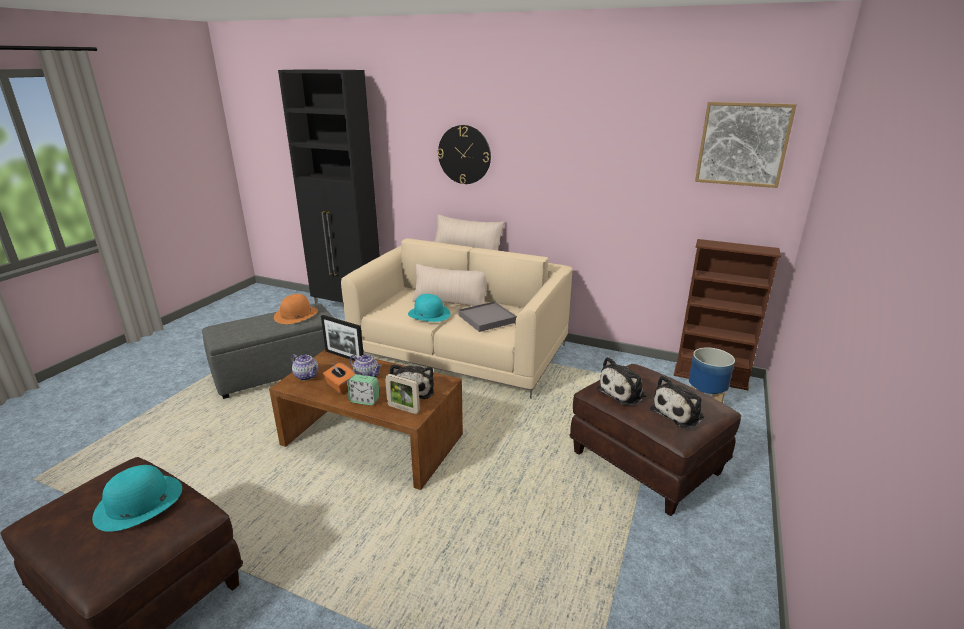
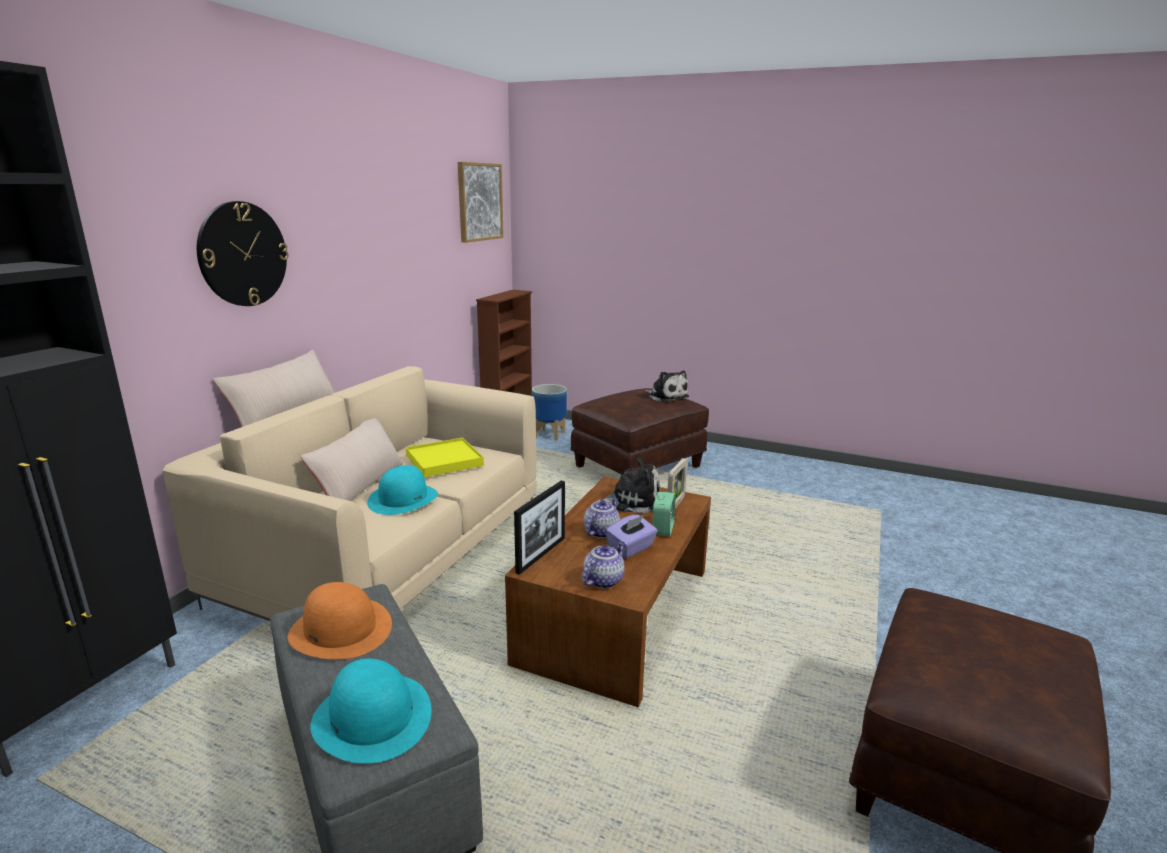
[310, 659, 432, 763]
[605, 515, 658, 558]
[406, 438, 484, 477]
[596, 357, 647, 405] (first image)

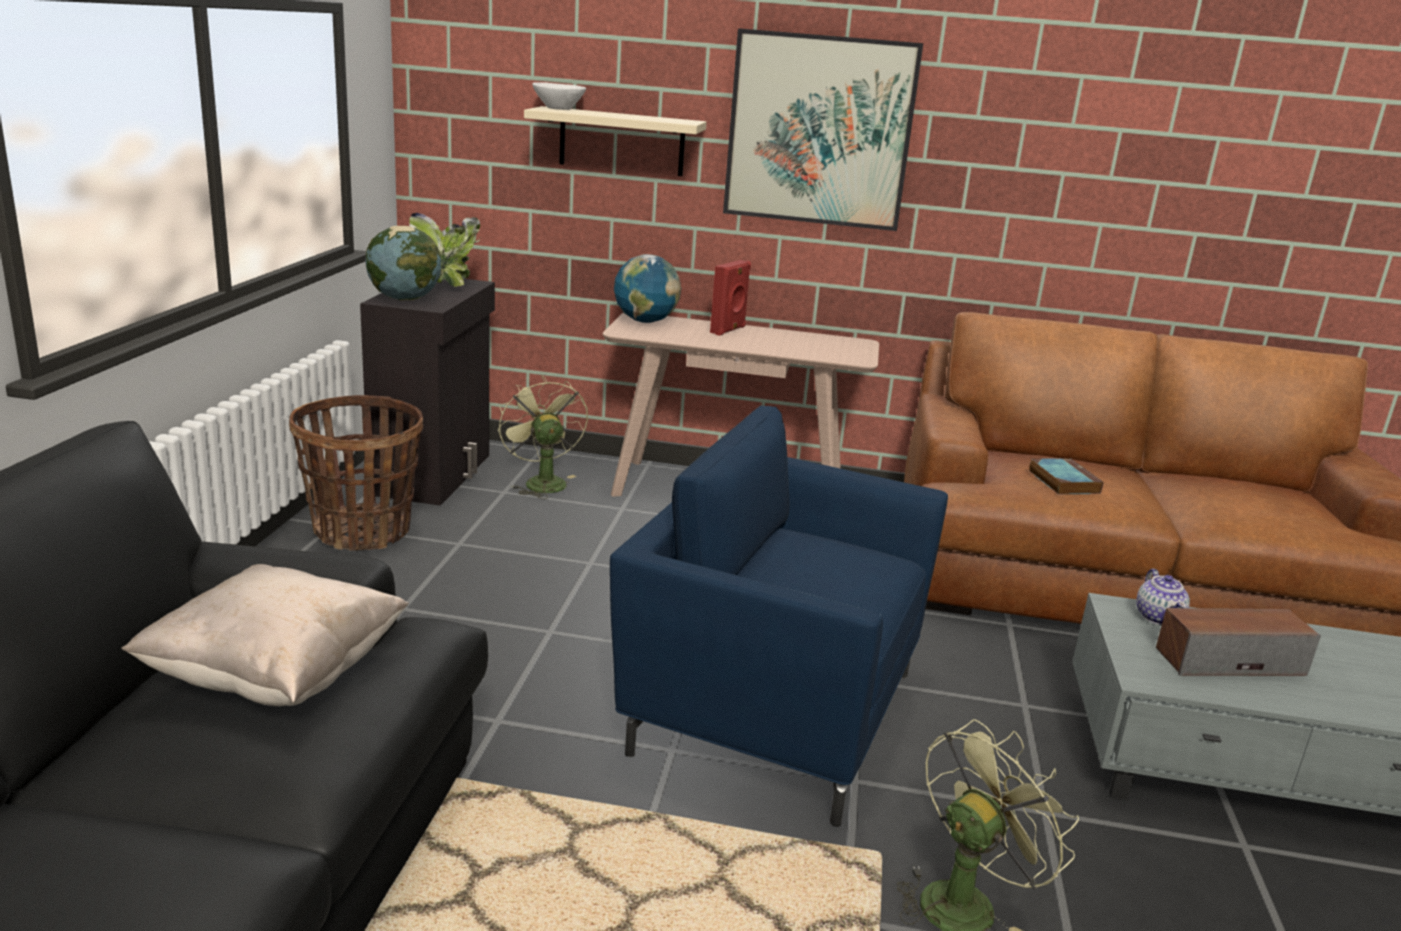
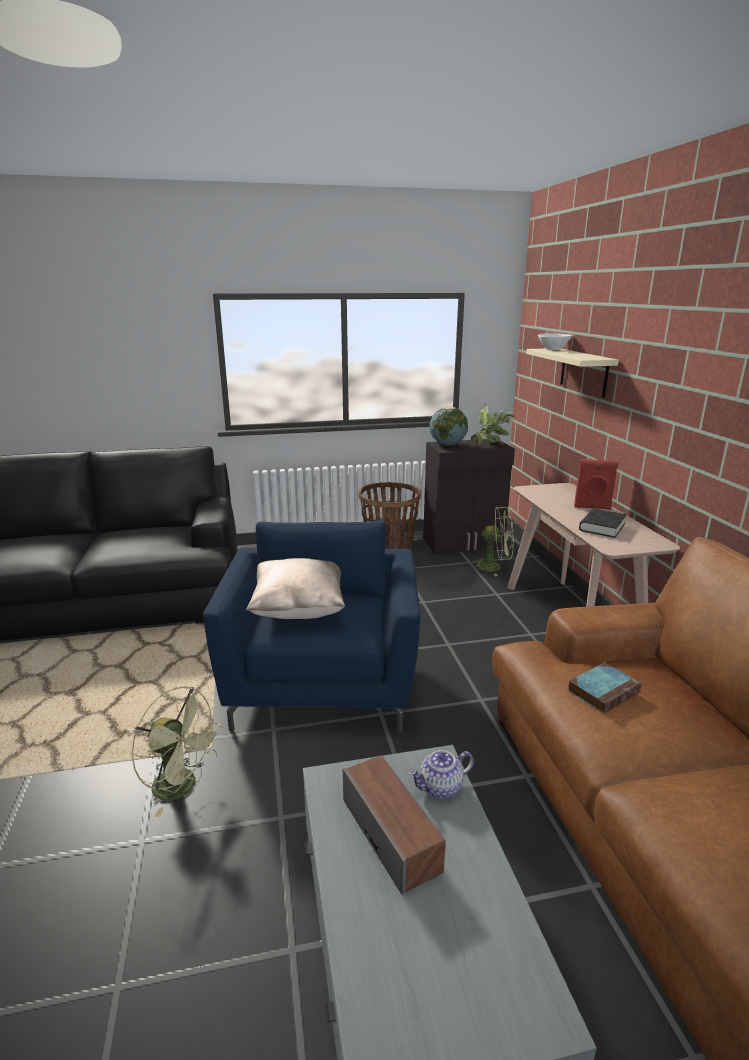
[246, 558, 345, 619]
[470, 506, 514, 576]
[614, 254, 681, 323] (first image)
[723, 28, 923, 231] (first image)
[579, 508, 627, 538]

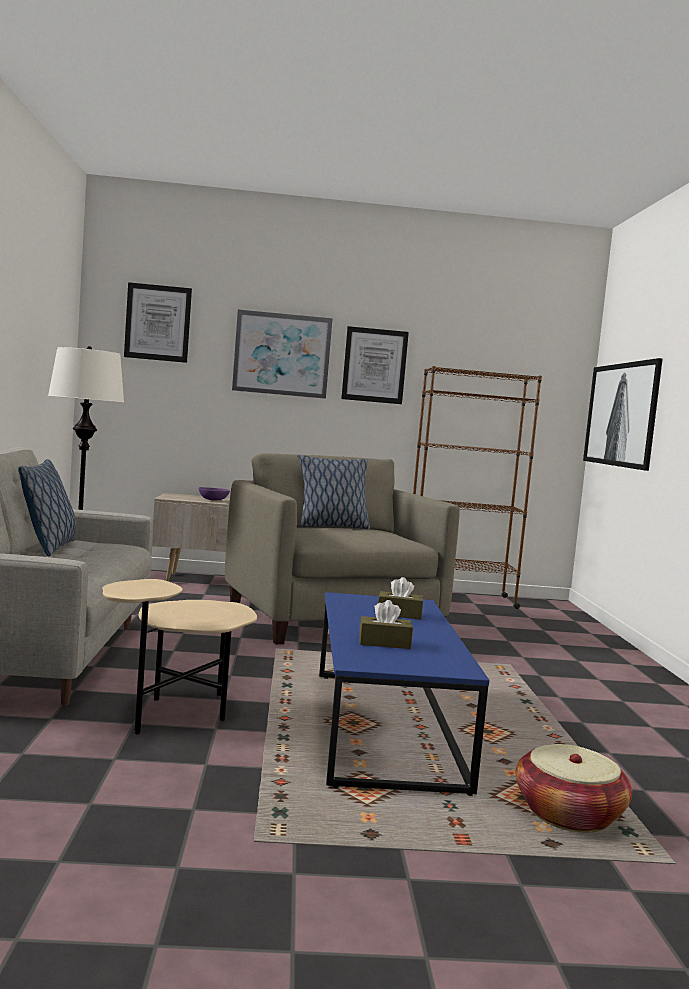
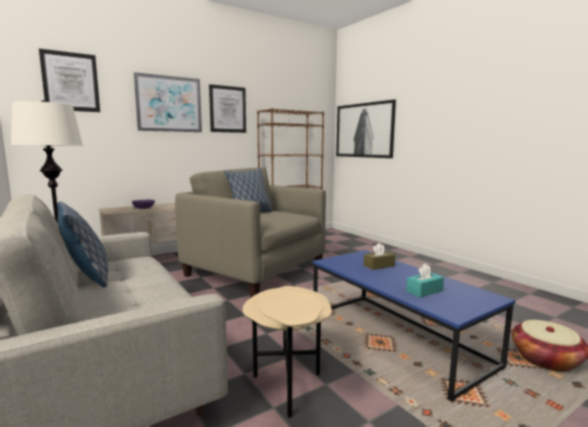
[406, 263, 444, 298]

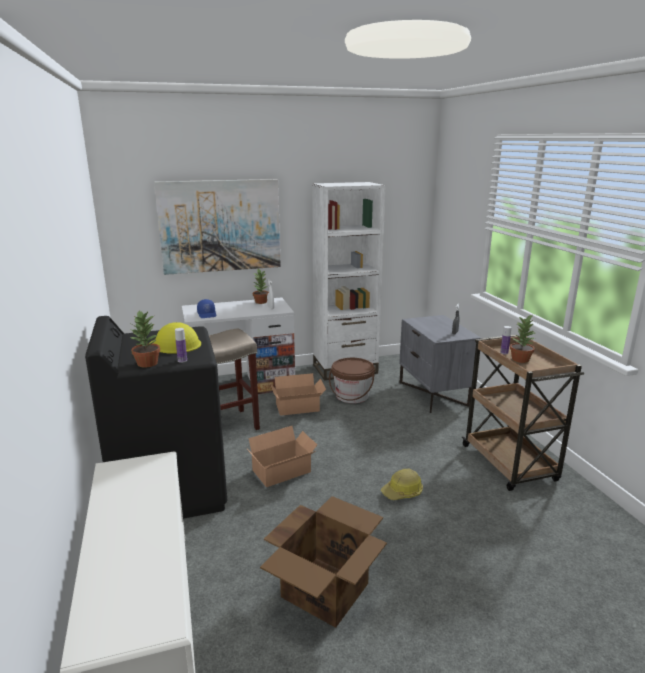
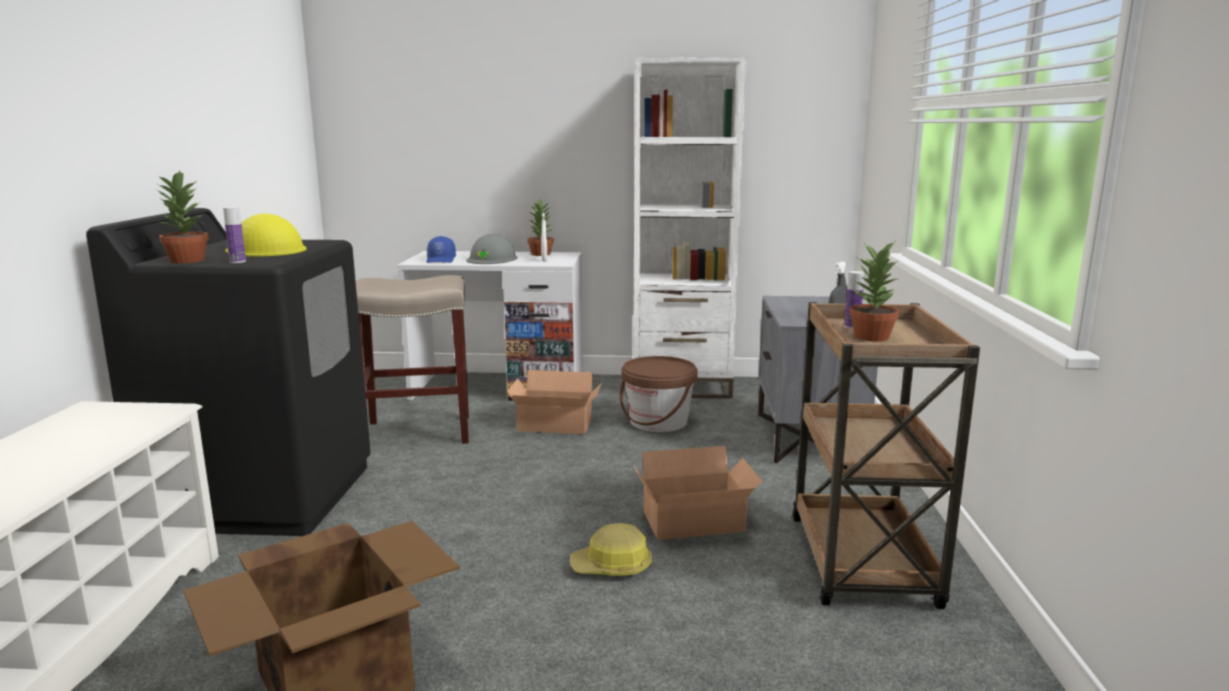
[154, 179, 281, 275] (first image)
[633, 446, 762, 540]
[466, 234, 518, 264]

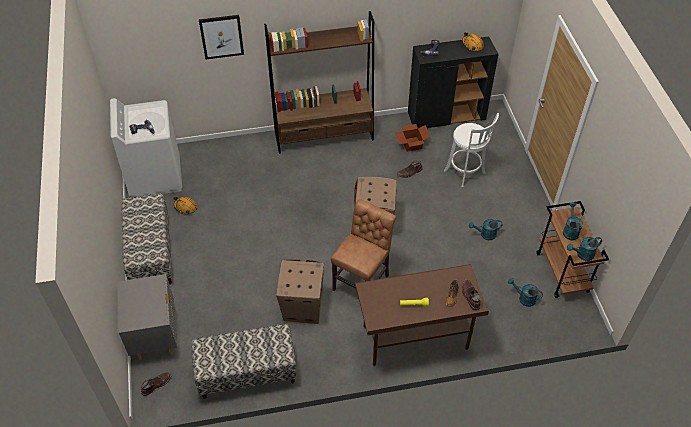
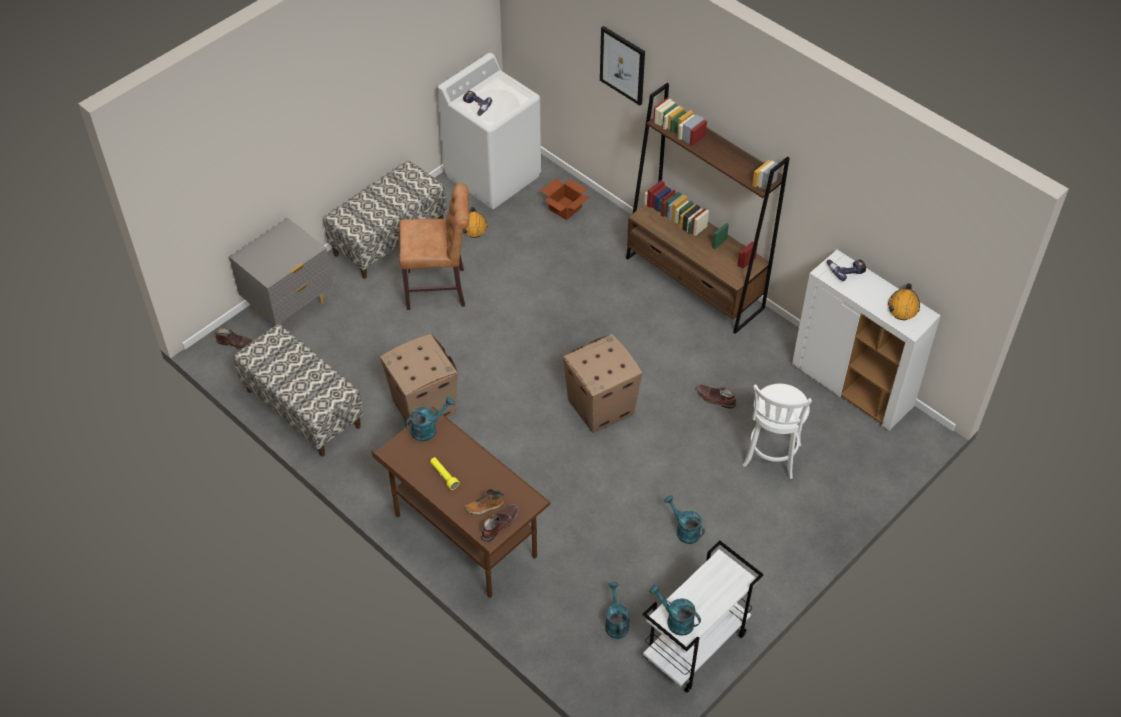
[399, 183, 469, 310]
[541, 179, 590, 220]
[792, 250, 941, 431]
[643, 540, 764, 693]
[405, 397, 455, 442]

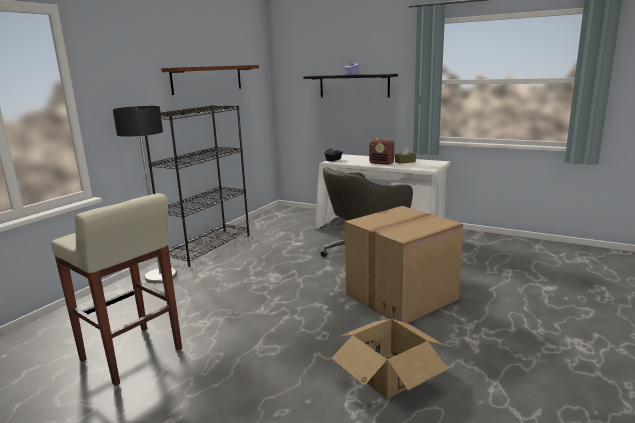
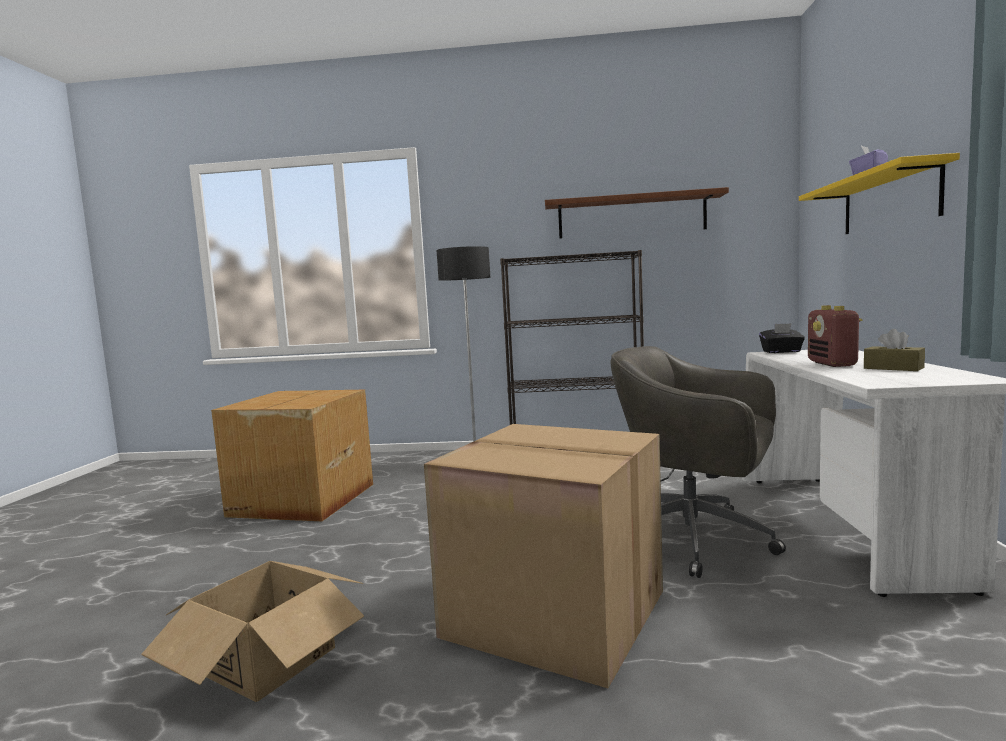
[211, 390, 373, 521]
[799, 153, 960, 234]

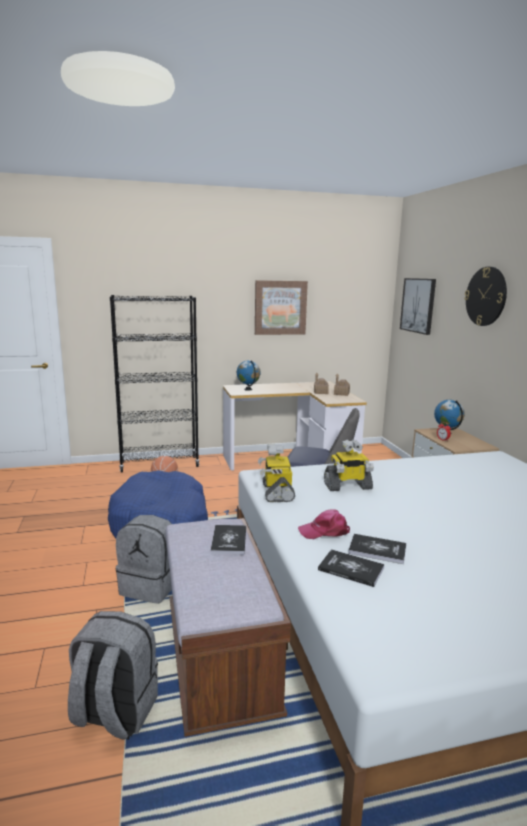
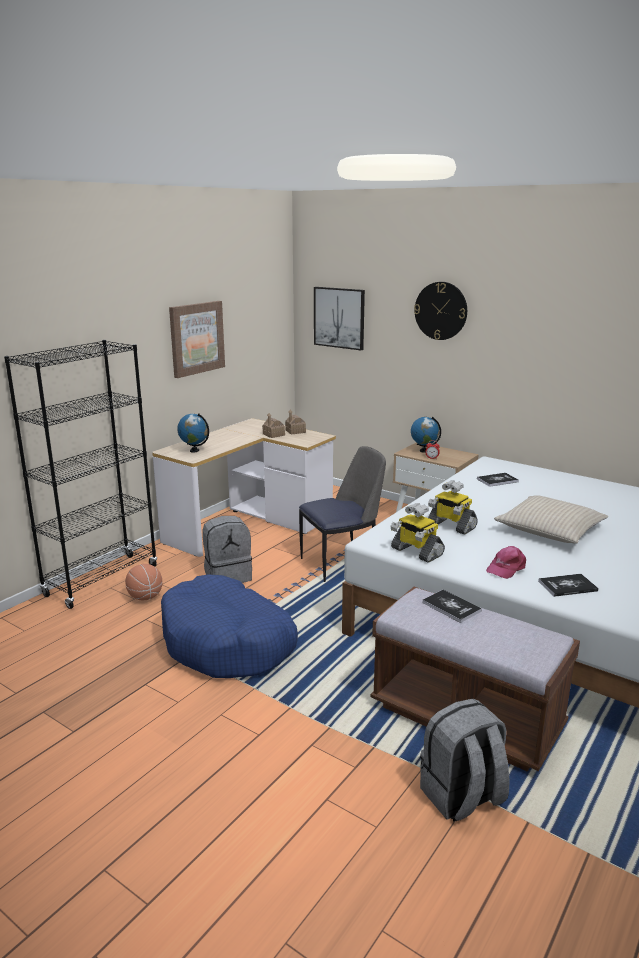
[202, 516, 252, 583]
[428, 480, 478, 535]
[477, 473, 519, 487]
[494, 495, 608, 544]

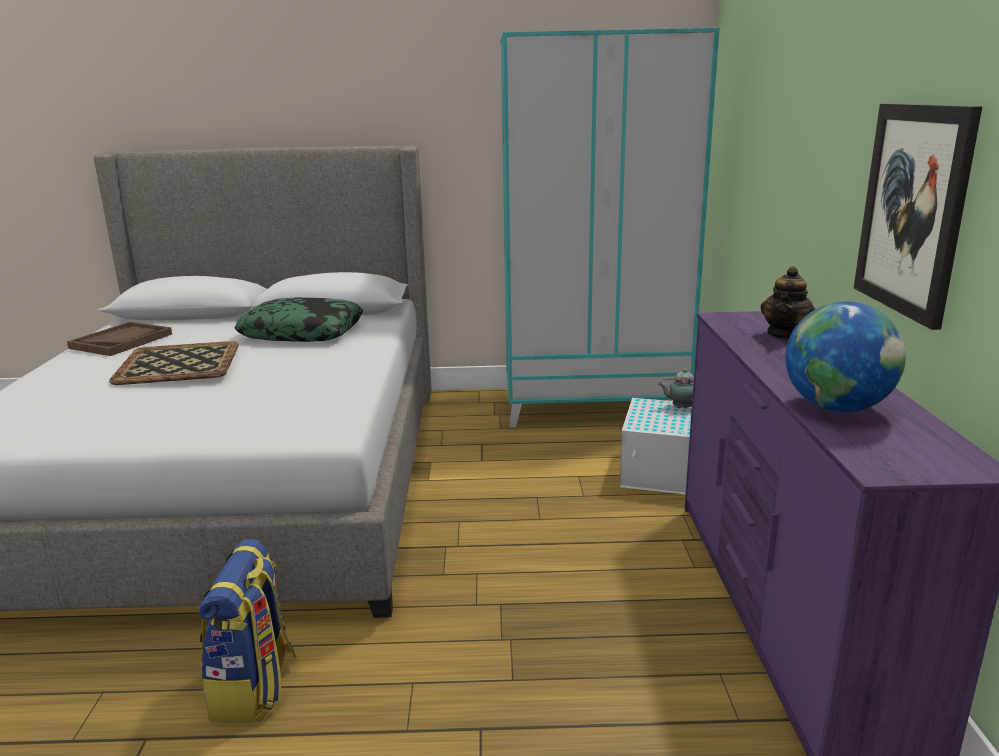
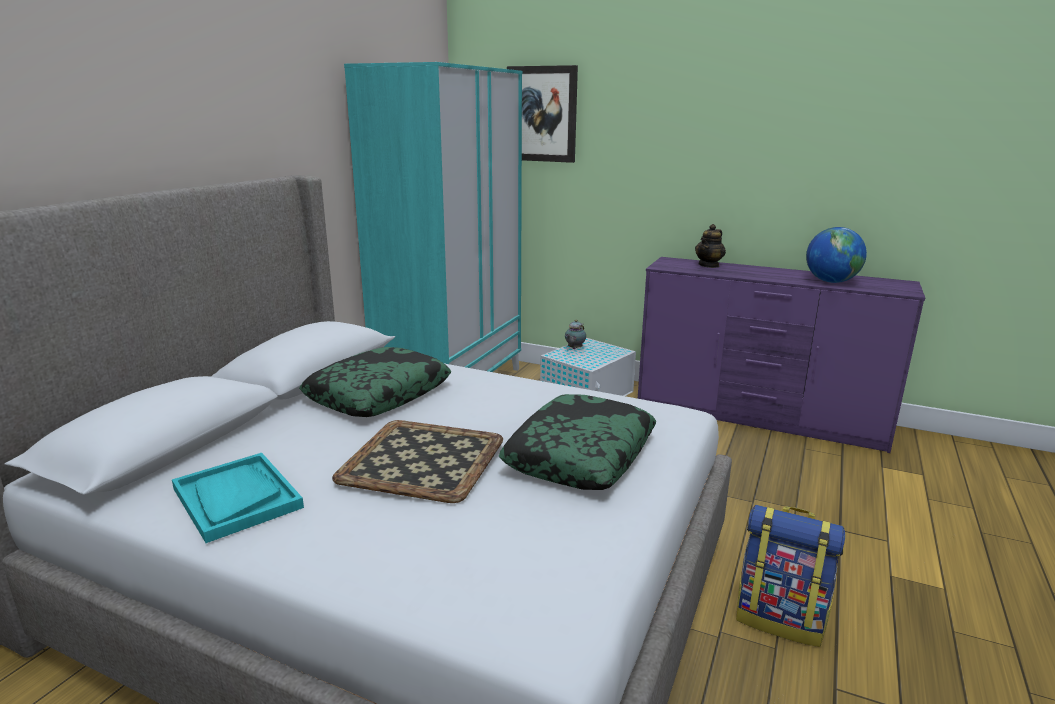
[172, 453, 304, 543]
[695, 224, 726, 268]
[507, 65, 578, 163]
[499, 394, 656, 490]

